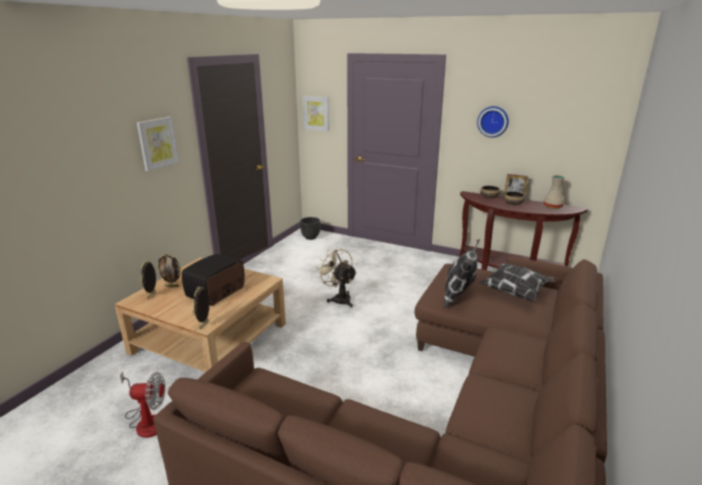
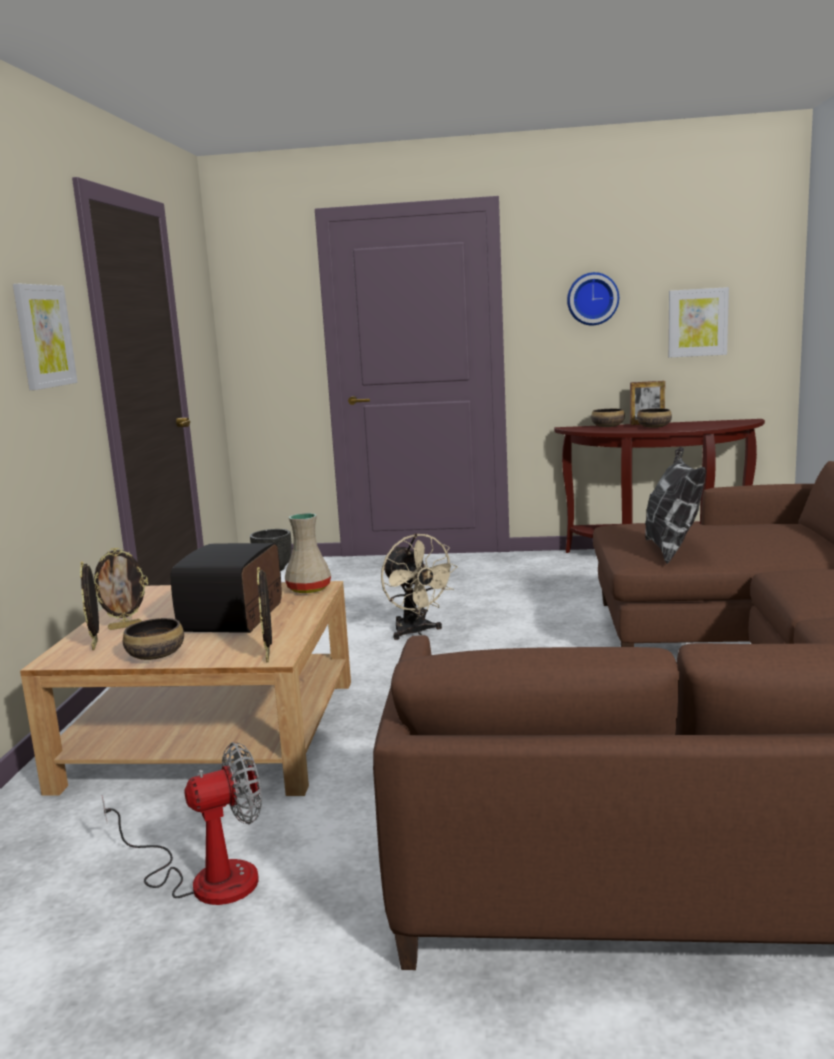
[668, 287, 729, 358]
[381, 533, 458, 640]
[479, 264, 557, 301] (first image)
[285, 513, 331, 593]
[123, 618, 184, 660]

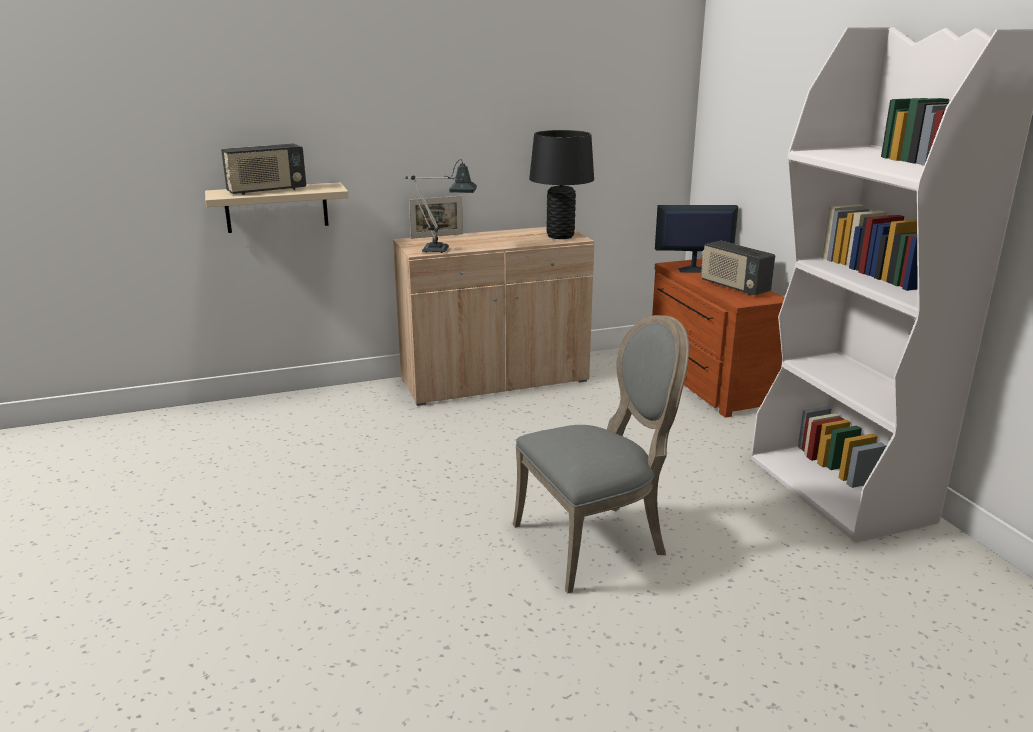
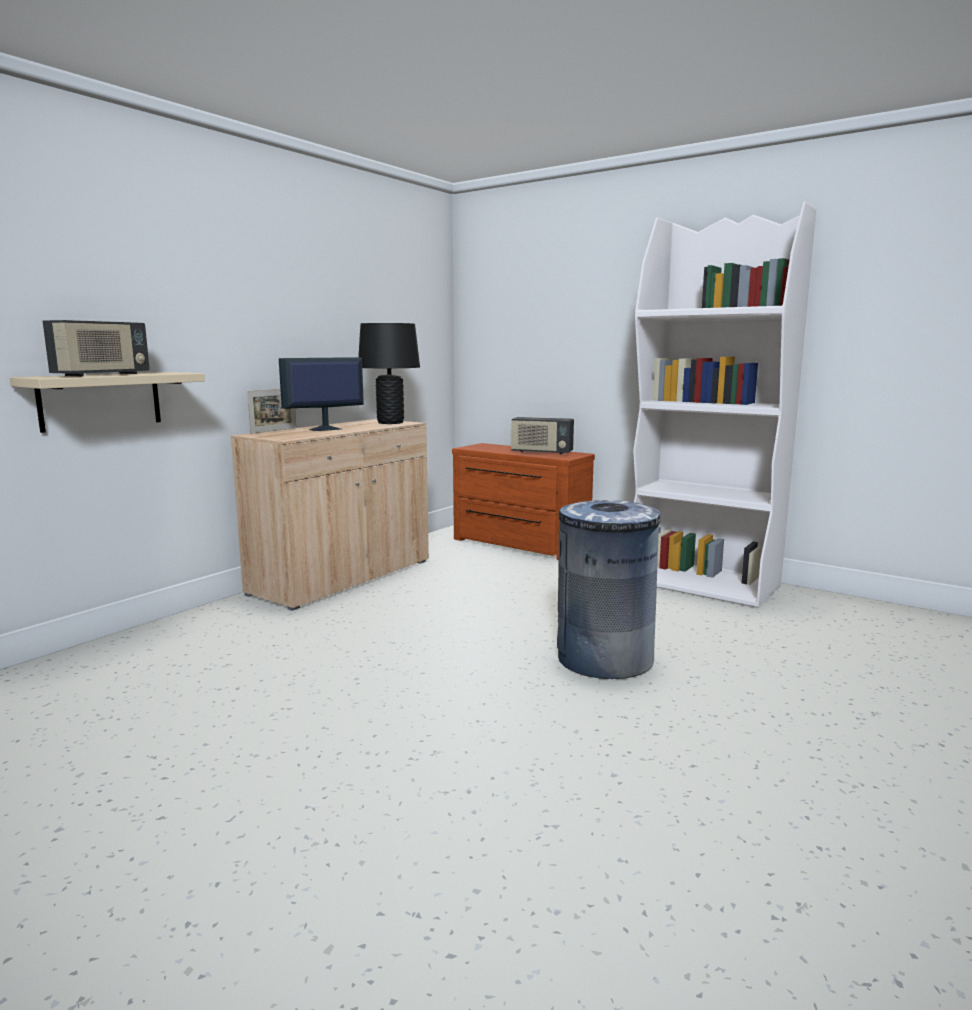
[405, 159, 477, 253] (first image)
[557, 500, 661, 679]
[279, 357, 364, 431]

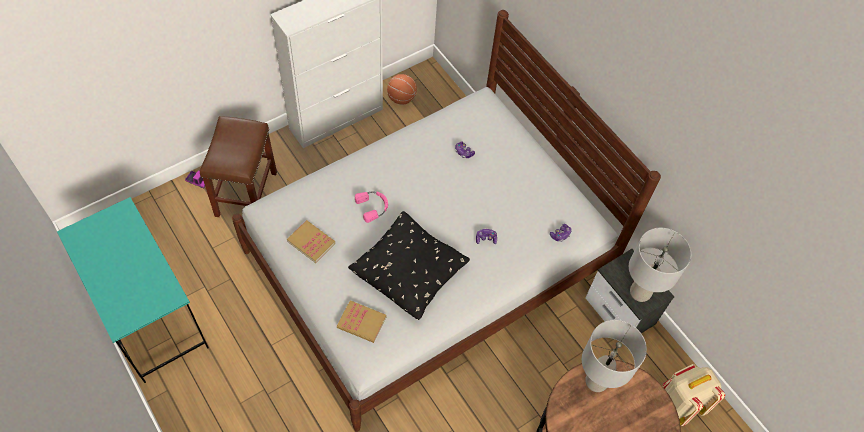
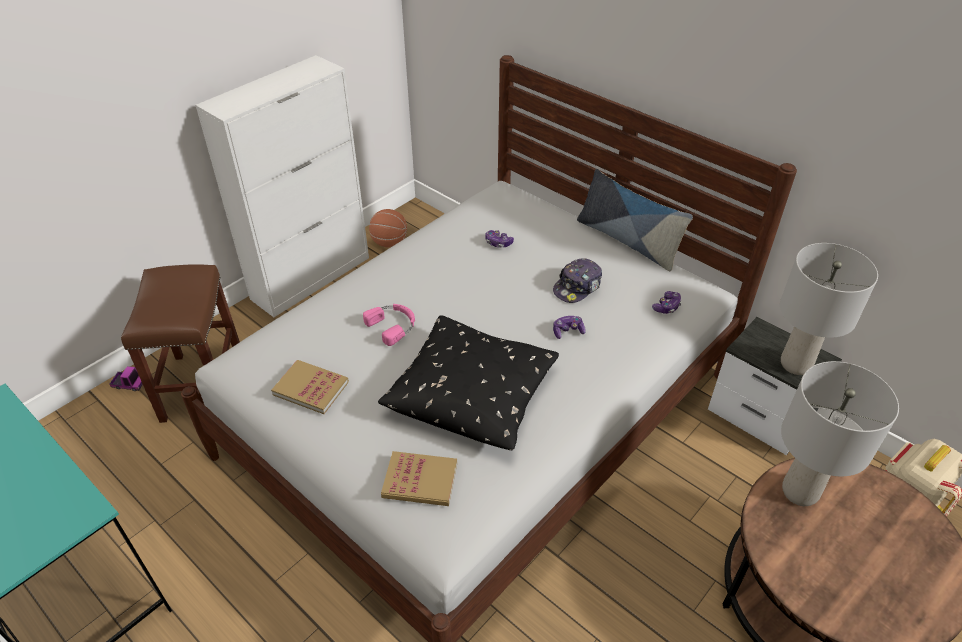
[553, 258, 602, 303]
[577, 169, 693, 271]

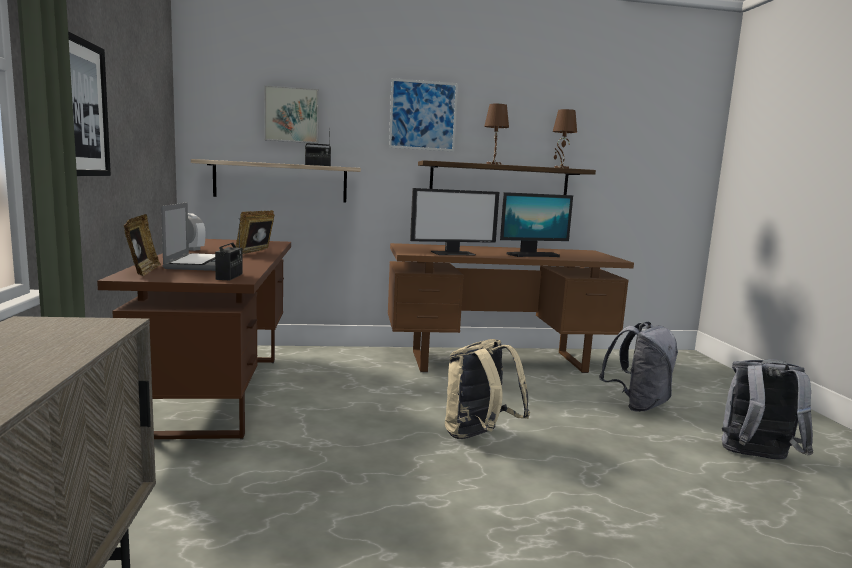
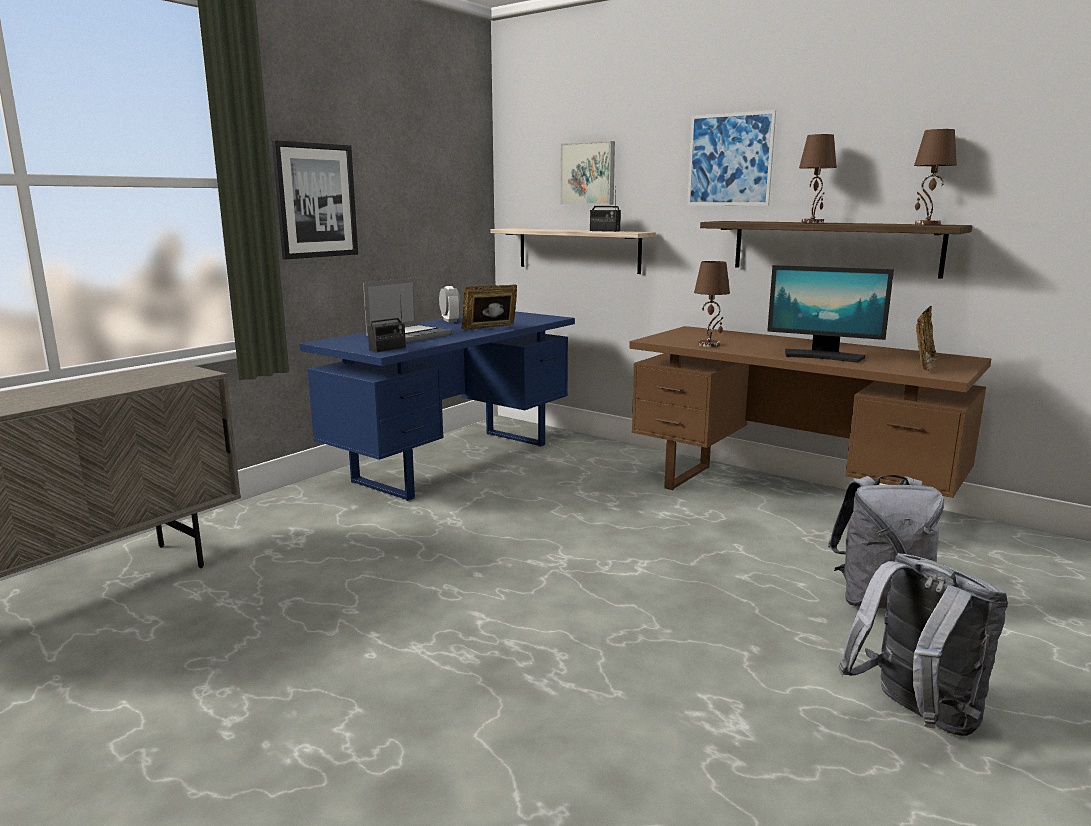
[299, 311, 575, 501]
[916, 306, 938, 371]
[694, 261, 730, 347]
[445, 339, 530, 439] (first image)

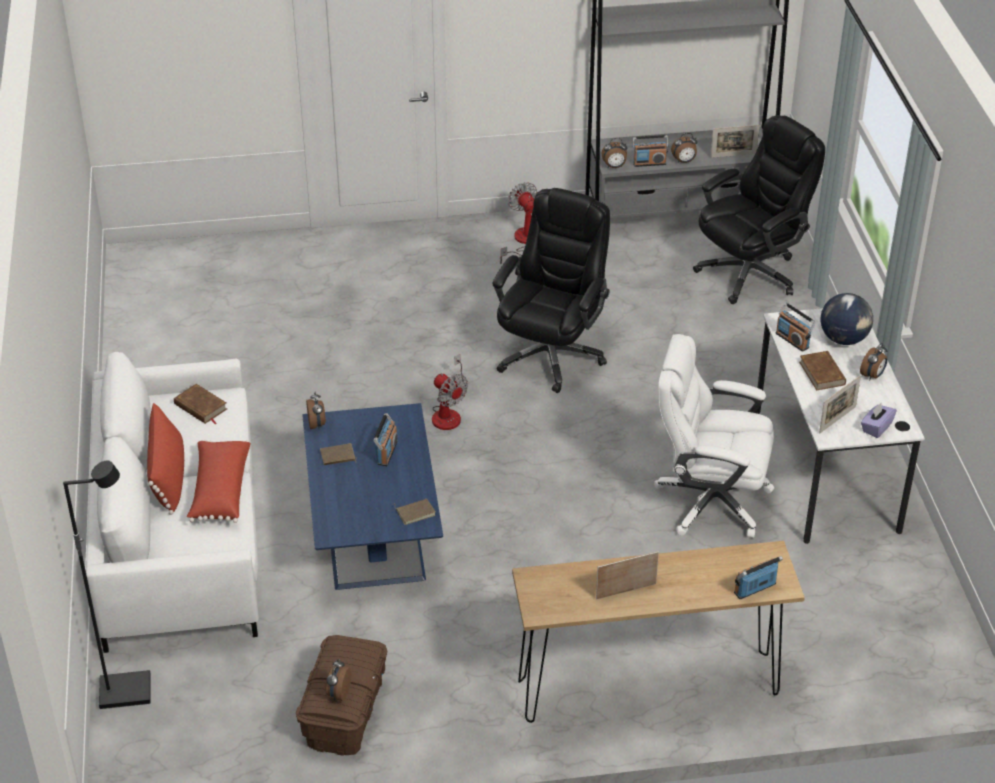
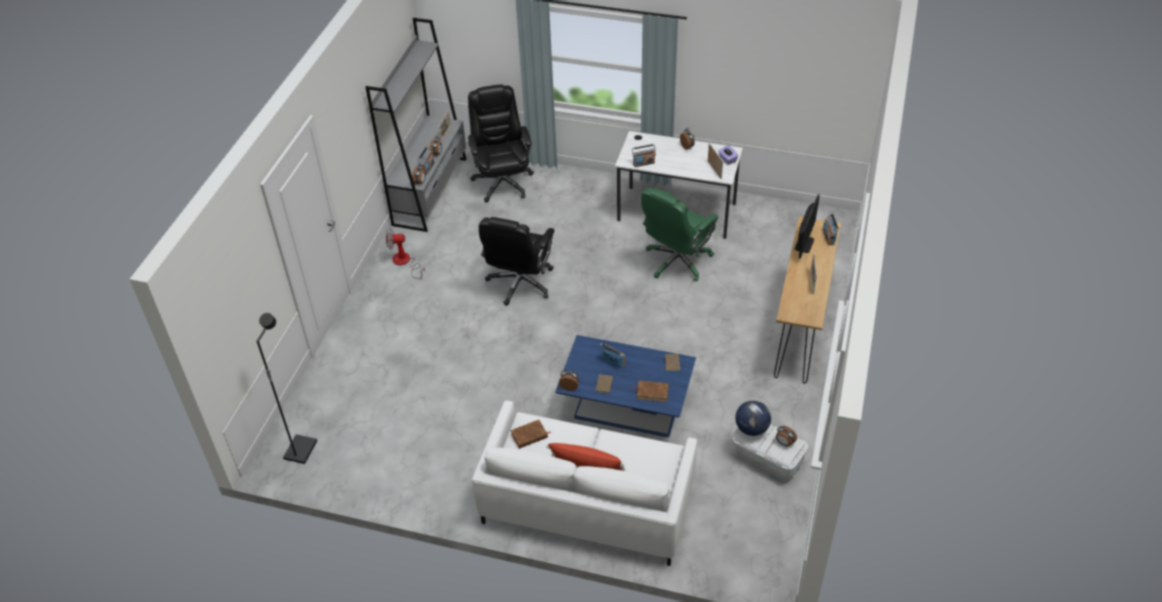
[257, 313, 317, 464]
[187, 440, 251, 523] (first image)
[732, 424, 808, 482]
[432, 354, 468, 430] (first image)
[479, 217, 555, 306]
[641, 188, 718, 281]
[633, 381, 669, 402]
[735, 400, 771, 436]
[795, 194, 820, 259]

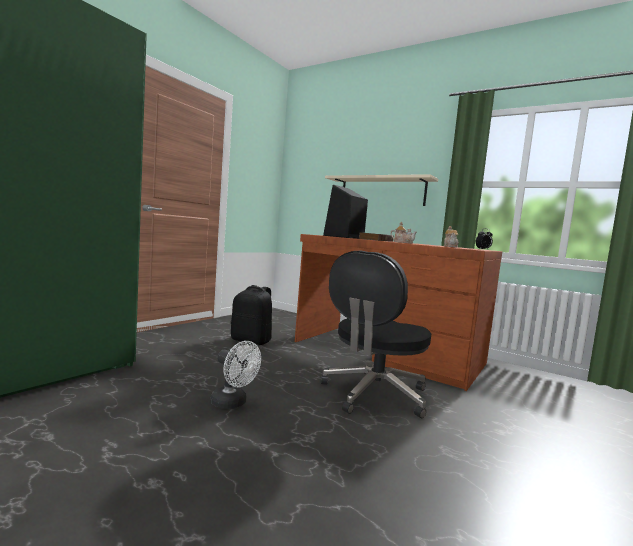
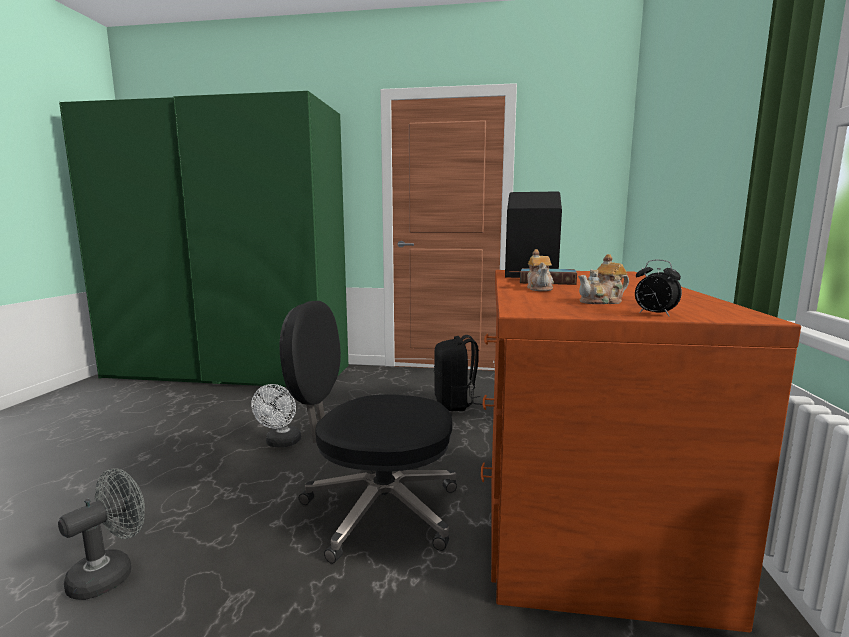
[325, 174, 438, 206] (first image)
[58, 468, 145, 600]

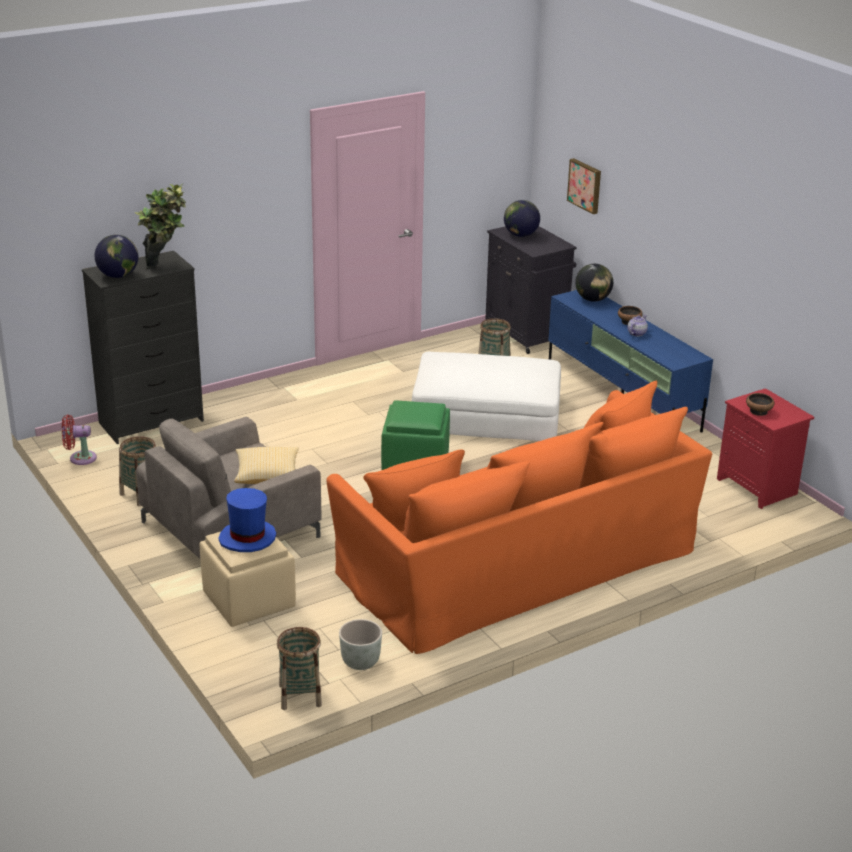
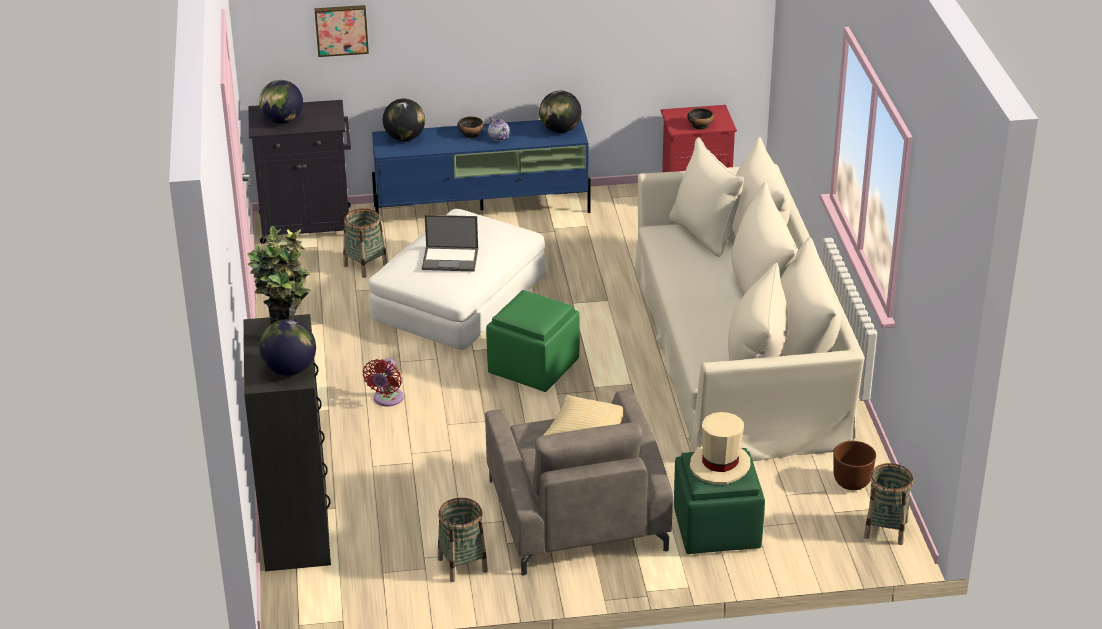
[363, 358, 404, 406]
[674, 448, 765, 554]
[690, 412, 750, 484]
[635, 137, 865, 461]
[833, 441, 876, 490]
[422, 215, 478, 271]
[539, 91, 582, 133]

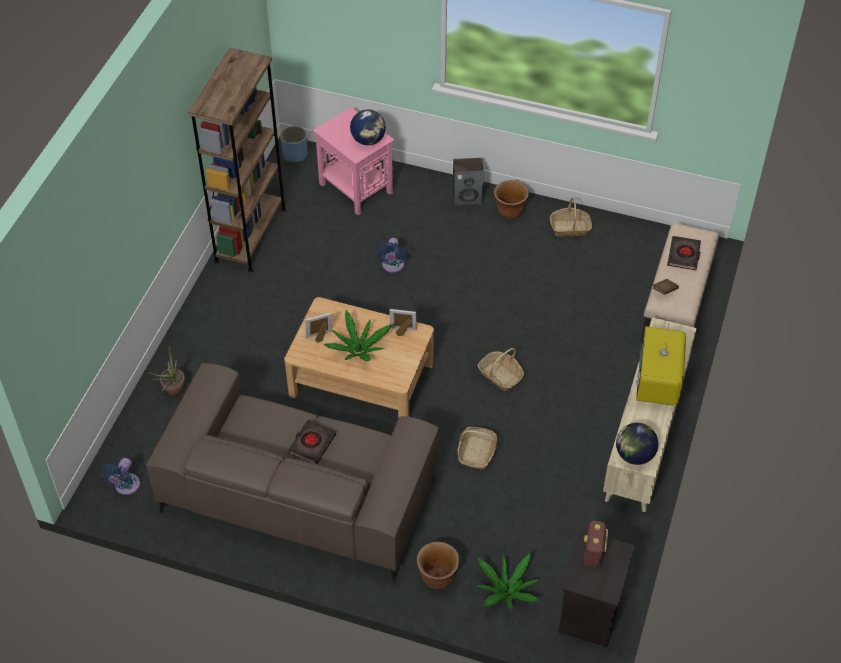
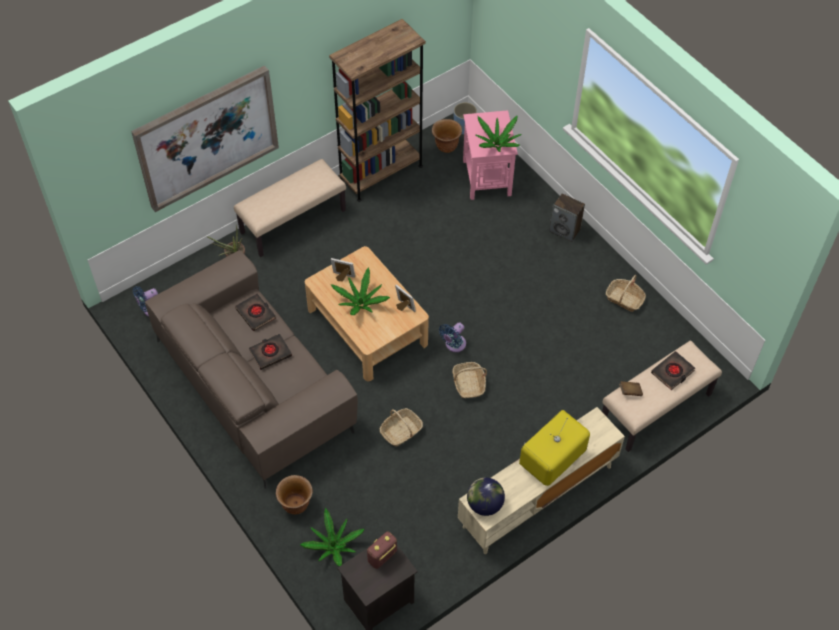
[476, 115, 521, 152]
[439, 322, 466, 352]
[432, 119, 462, 153]
[131, 65, 279, 212]
[234, 159, 346, 257]
[235, 294, 276, 331]

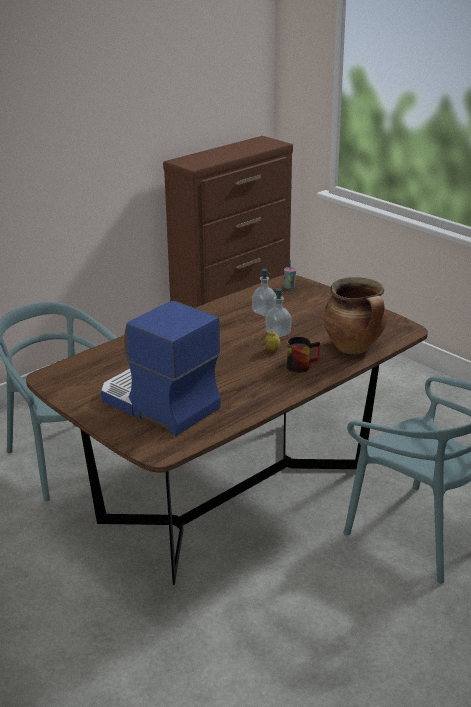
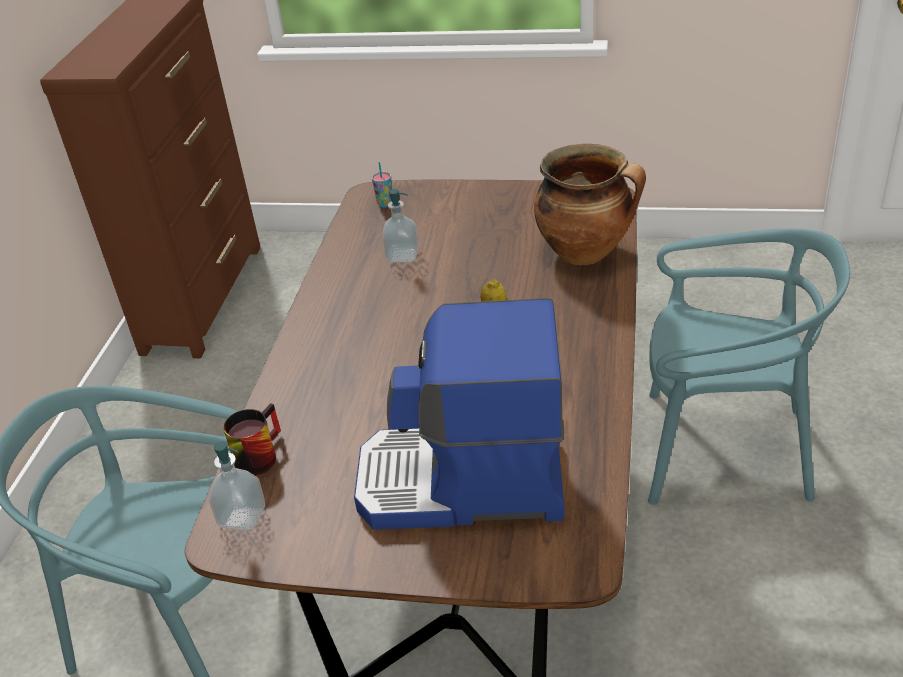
[209, 441, 265, 531]
[223, 403, 281, 476]

